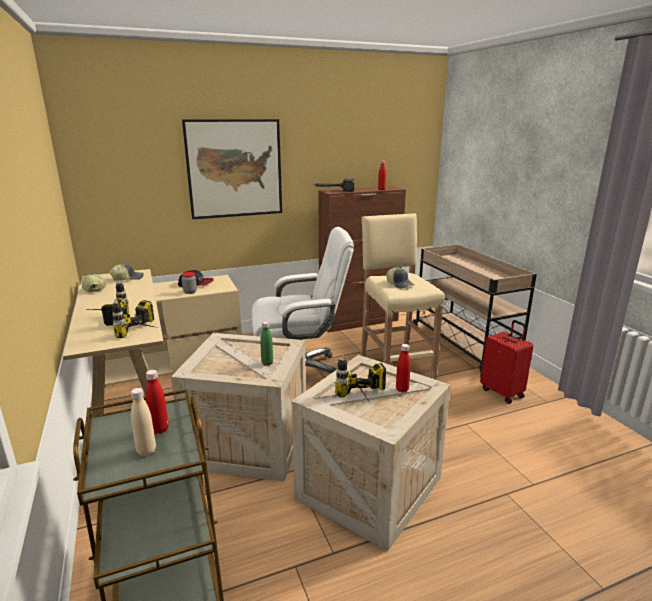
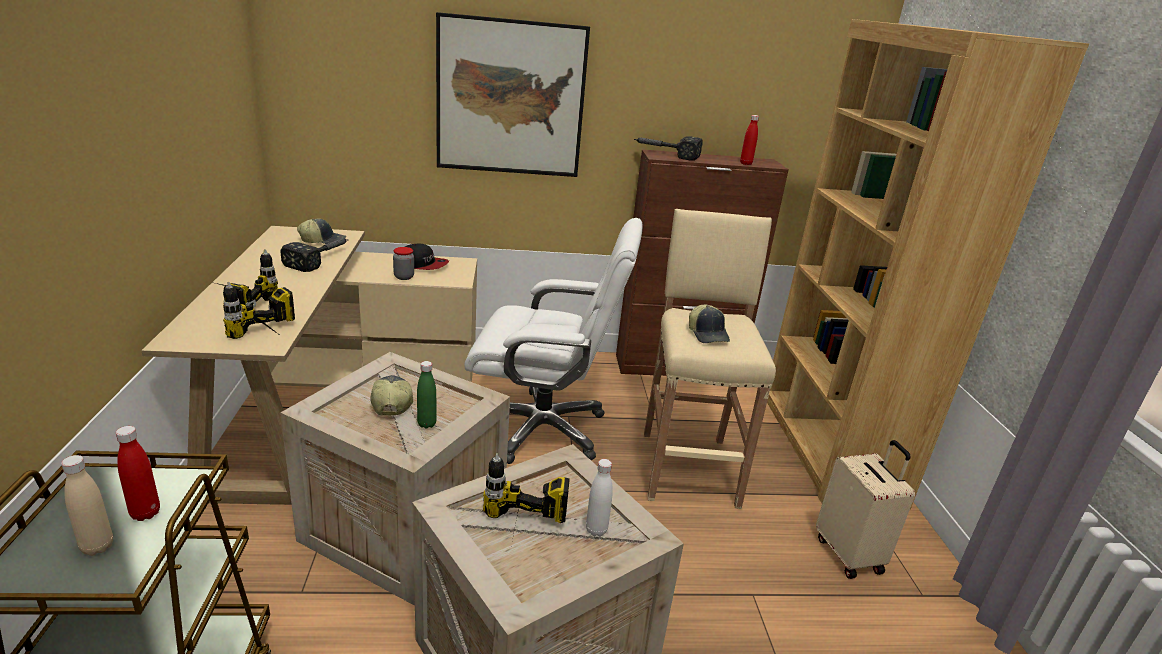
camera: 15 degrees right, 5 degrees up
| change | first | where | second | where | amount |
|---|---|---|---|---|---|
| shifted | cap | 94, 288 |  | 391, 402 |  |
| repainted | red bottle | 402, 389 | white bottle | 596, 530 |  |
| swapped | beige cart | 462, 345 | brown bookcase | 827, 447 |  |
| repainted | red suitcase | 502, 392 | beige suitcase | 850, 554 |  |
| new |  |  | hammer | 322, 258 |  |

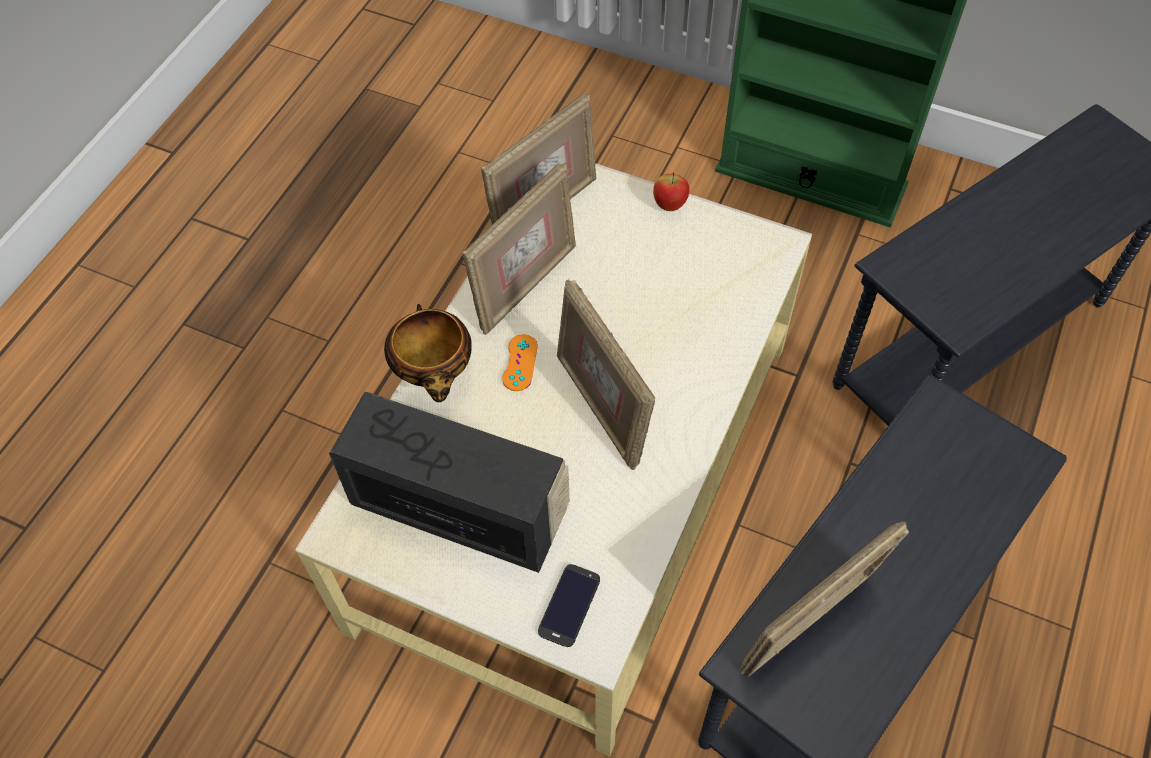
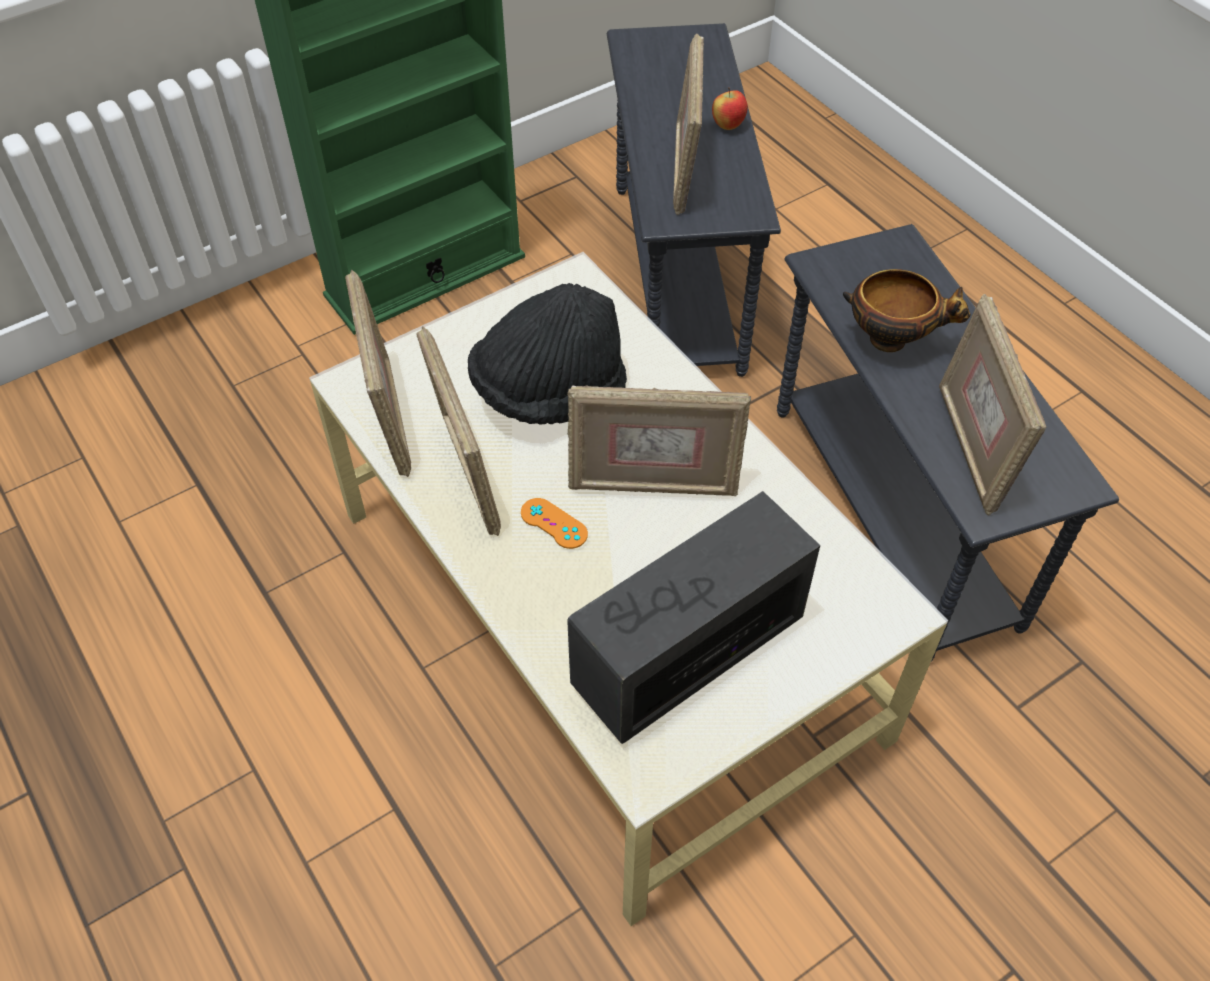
camera: 60 degrees left, 5 degrees down
| change | first | where | second | where | amount |
|---|---|---|---|---|---|
| shifted | bowl | 435, 375 |  | 892, 340 |  |
| gone | phone | 569, 605 |  |  |  |
| shifted | apple | 670, 205 |  | 728, 126 |  |
| new |  |  | black hat | 549, 392 |  |
| new |  |  | picture frame | 685, 170 |  |

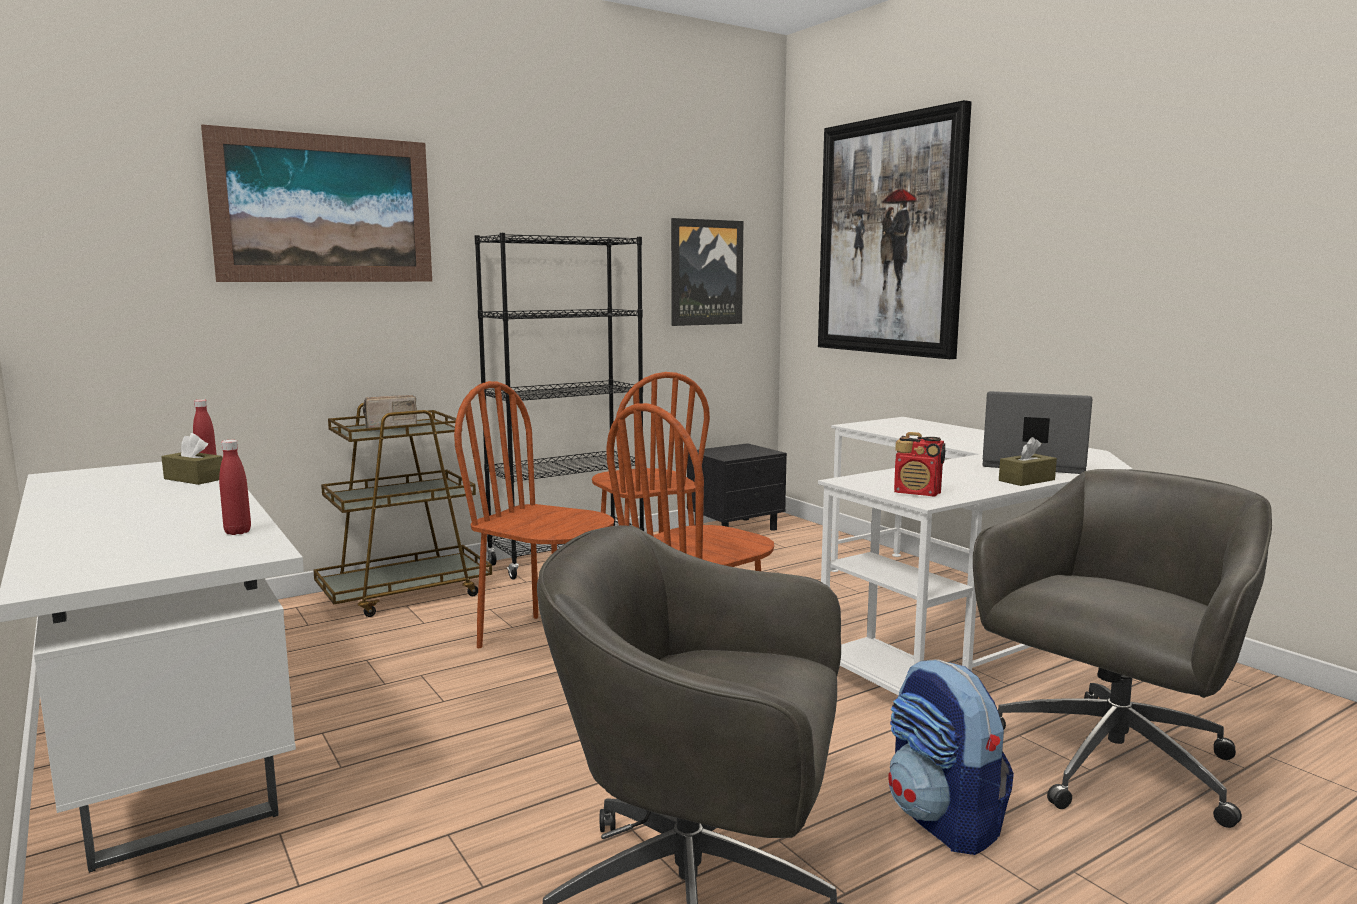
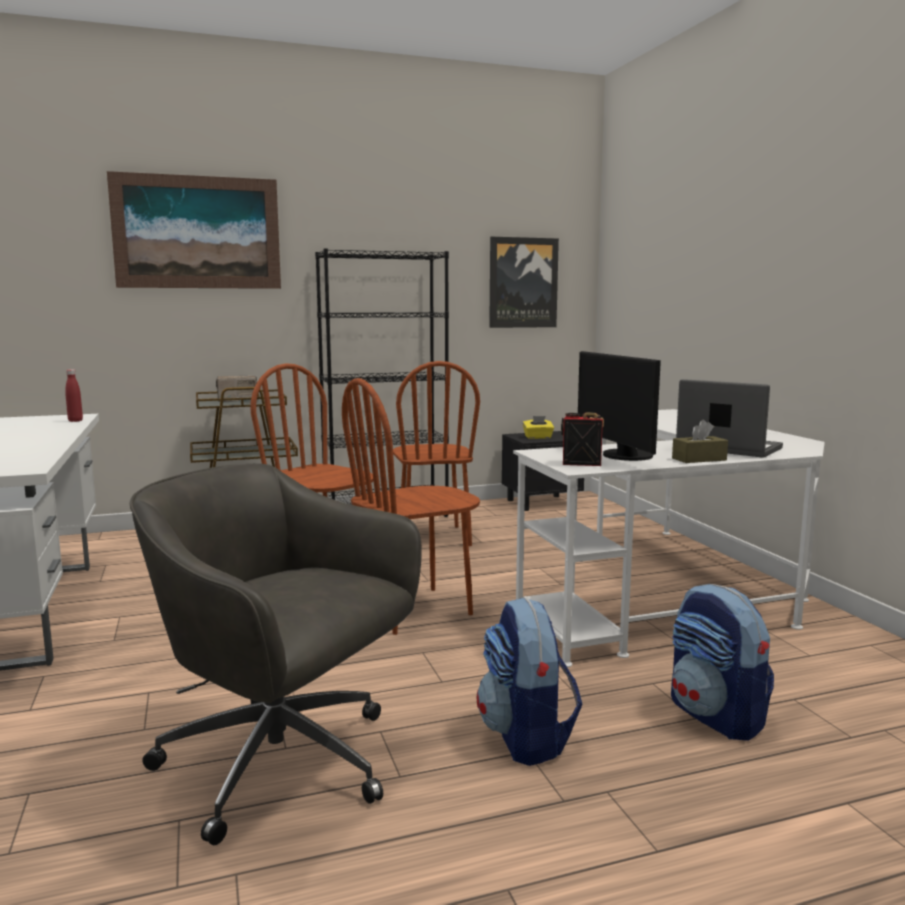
camera: 15 degrees right, 0 degrees up
| change | first | where | second | where | amount |
|---|---|---|---|---|---|
| gone | brown tissue box | 194, 479 |  |  |  |
| gone | red bottle | 238, 532 |  |  |  |
| gone | picture | 889, 237 |  |  |  |
| rotated | radio | 917, 493 |  | 581, 463 | 150 degrees clockwise |
| swapped | grey office chair | 1109, 765 | backpack | 716, 716 |  |
| new |  |  | yellow tissue box | 538, 437 |  |
| new |  |  | monitor | 622, 456 |  |

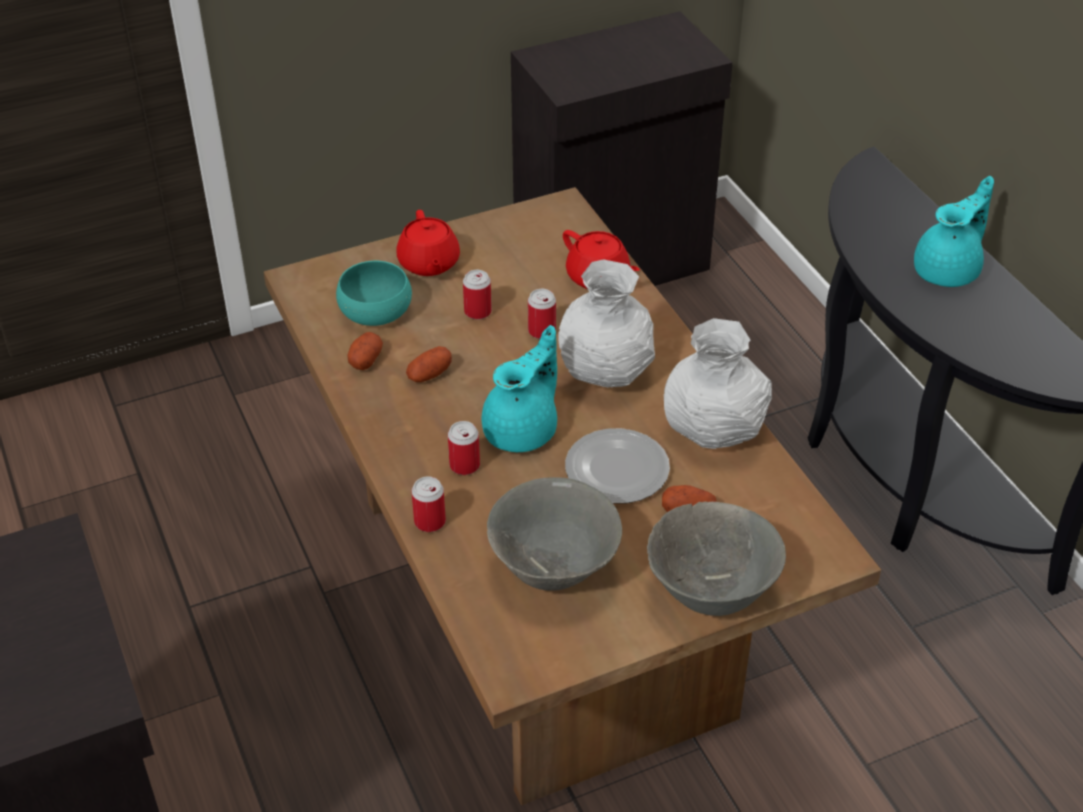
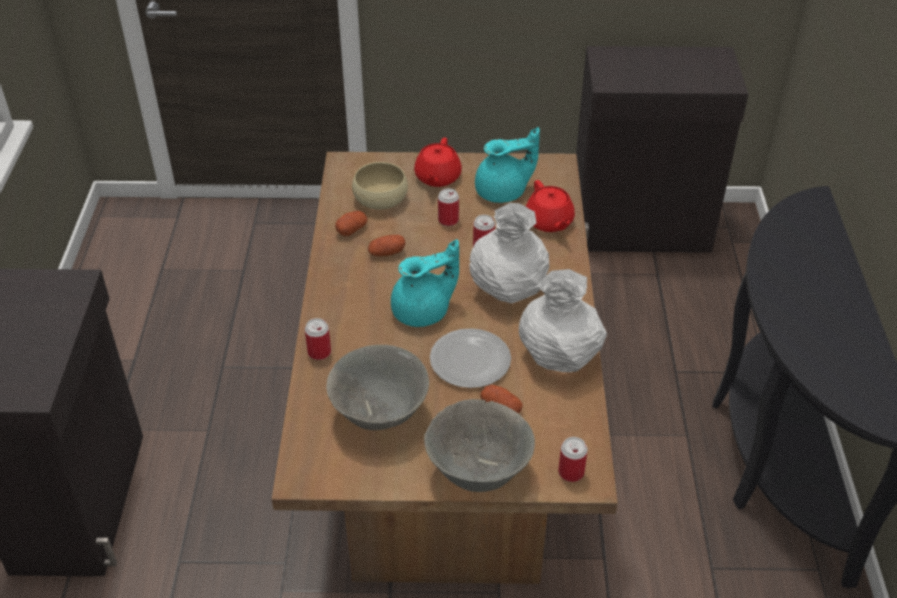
camera: 25 degrees right, 0 degrees up
| change | first | where | second | where | amount |
|---|---|---|---|---|---|
| repainted | turquoise bowl | 375, 311 | beige bowl | 380, 199 |  |
| shifted | can | 464, 465 |  | 571, 472 |  |
| shifted | turquoise teapot | 948, 271 |  | 503, 192 |  |

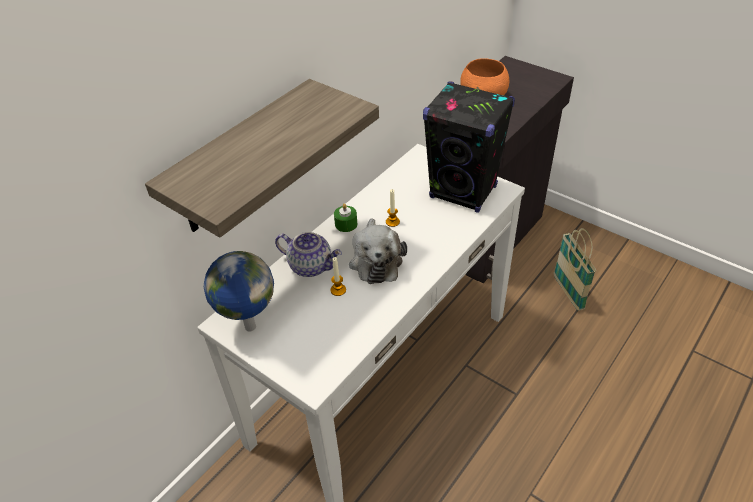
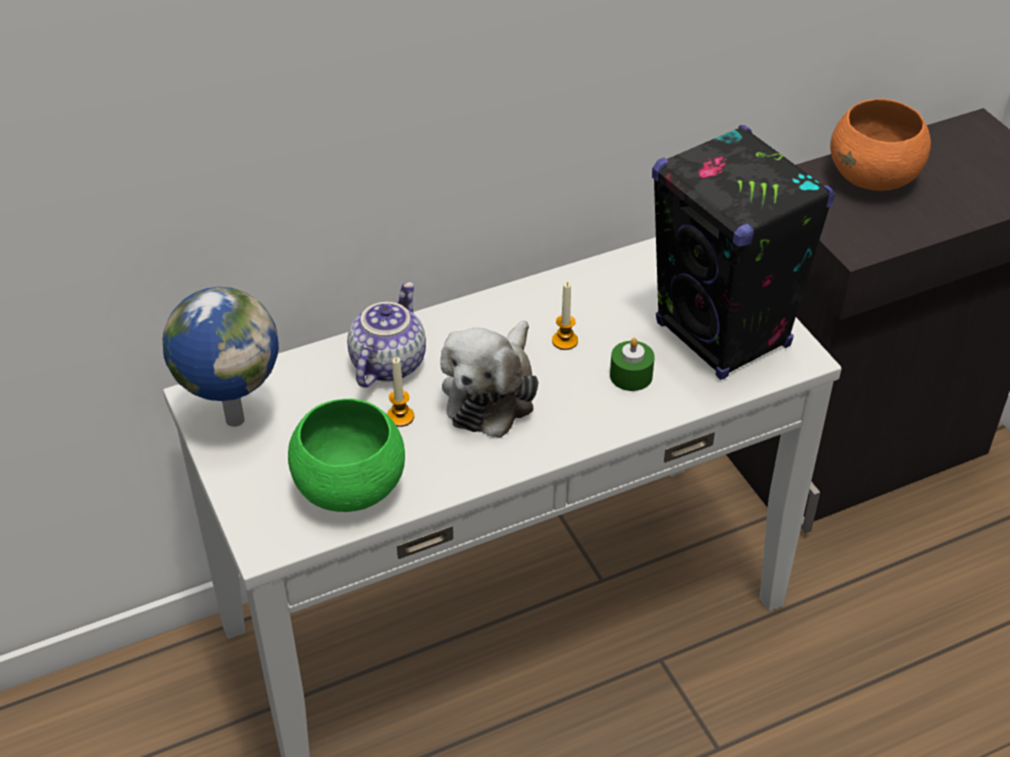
camera: 25 degrees right, 0 degrees up
| change | first | where | second | where | amount |
|---|---|---|---|---|---|
| gone | shelf | 241, 159 |  |  |  |
| rotated | teapot | 311, 266 |  | 386, 363 | 120 degrees counterclockwise |
| shifted | green candle | 346, 224 |  | 631, 375 |  |
| gone | basket | 568, 292 |  |  |  |
| new |  |  | green bowl | 348, 487 |  |

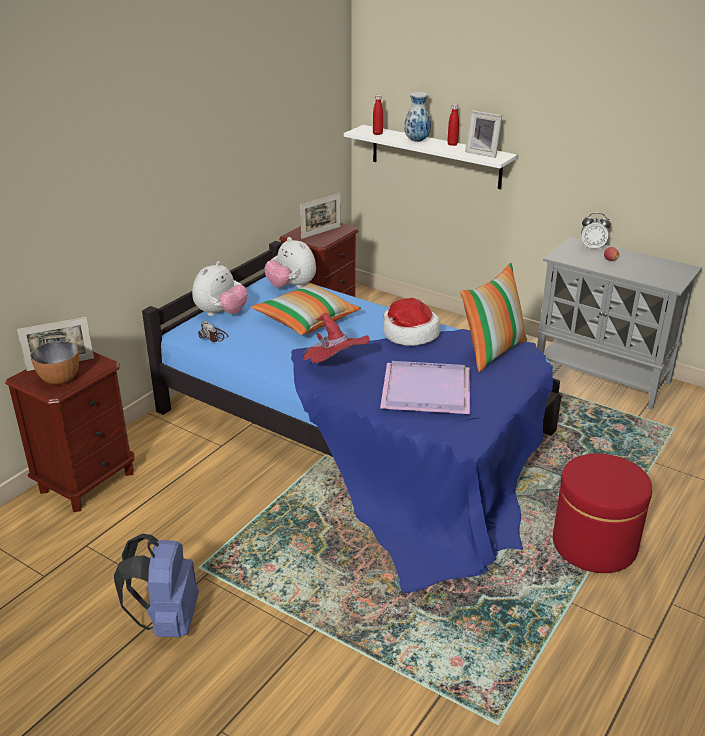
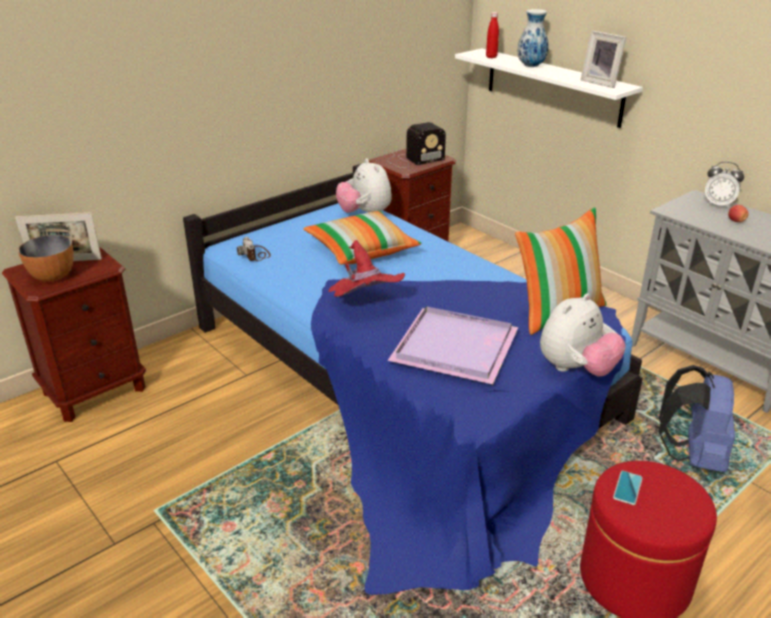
camera: 15 degrees right, 0 degrees up
| change | first | where | second | where | amount |
|---|---|---|---|---|---|
| shifted | blue backpack | 167, 620 |  | 693, 456 |  |
| shifted | plush toy | 221, 313 |  | 576, 369 |  |
| swapped | picture frame | 321, 232 | radio | 413, 160 |  |
| gone | hat | 409, 334 |  |  |  |
| gone | red bottle | 452, 144 |  |  |  |
| new |  |  | phone | 627, 488 |  |

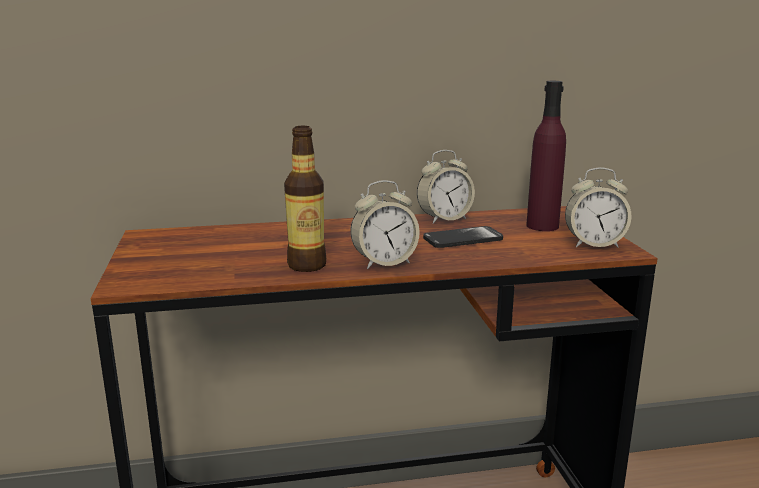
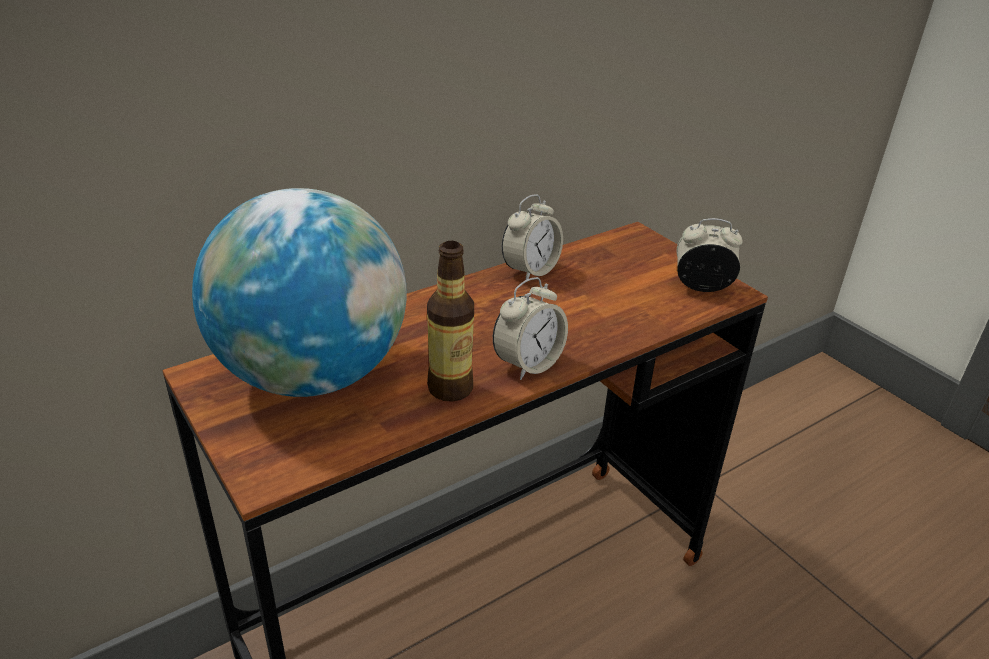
camera: 25 degrees left, 15 degrees up
| change | first | where | second | where | amount |
|---|---|---|---|---|---|
| gone | phone | 463, 239 |  |  |  |
| gone | purple bottle | 542, 226 |  |  |  |
| rotated | alarm clock | 593, 244 |  | 702, 286 | 150 degrees counterclockwise |
| new |  |  | globe | 312, 374 |  |

